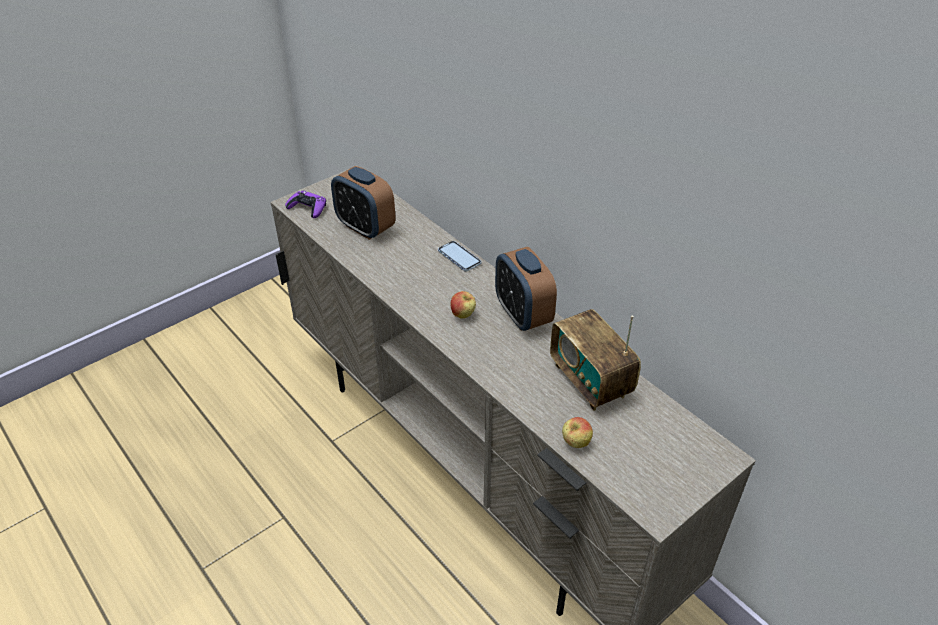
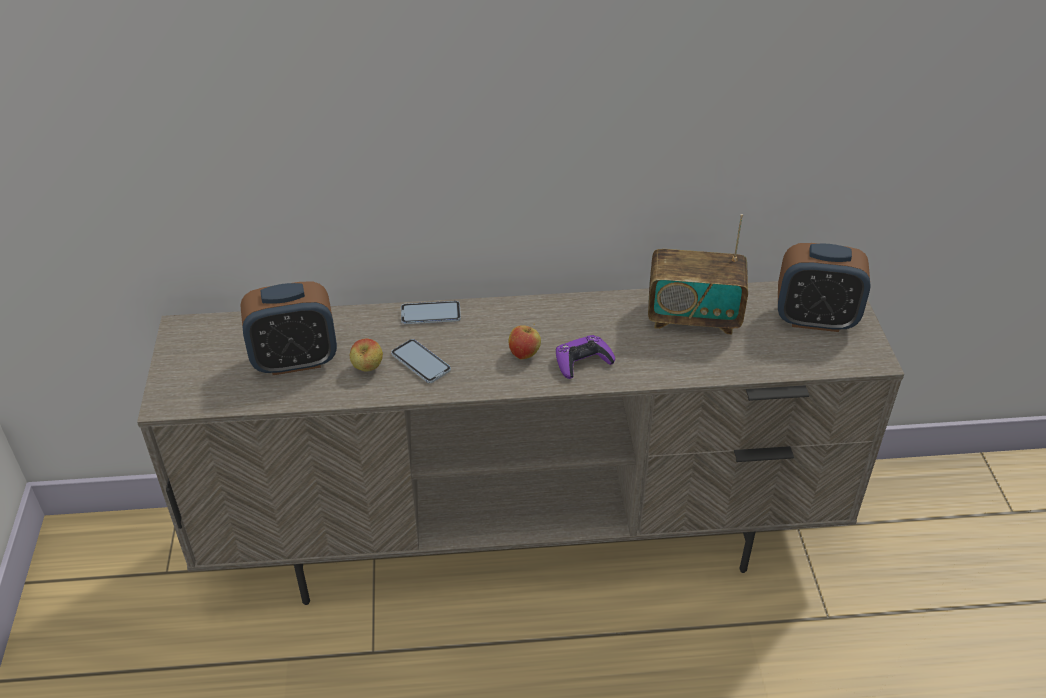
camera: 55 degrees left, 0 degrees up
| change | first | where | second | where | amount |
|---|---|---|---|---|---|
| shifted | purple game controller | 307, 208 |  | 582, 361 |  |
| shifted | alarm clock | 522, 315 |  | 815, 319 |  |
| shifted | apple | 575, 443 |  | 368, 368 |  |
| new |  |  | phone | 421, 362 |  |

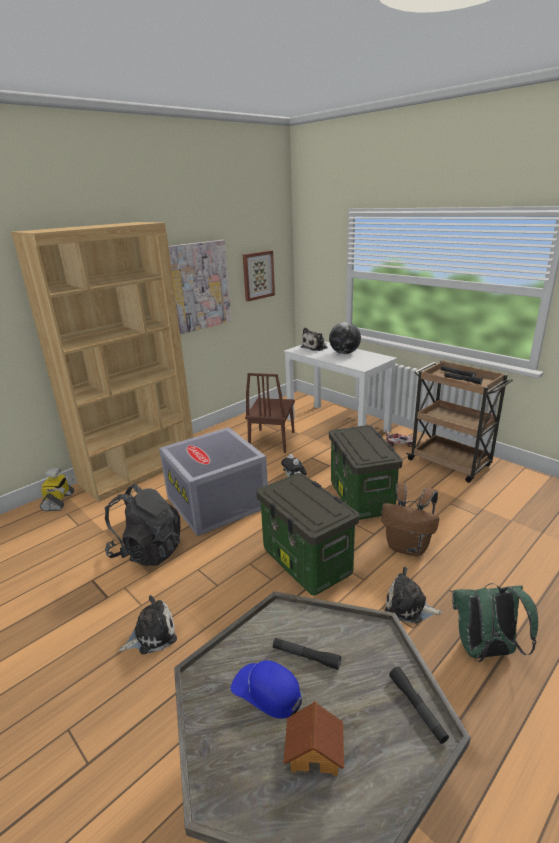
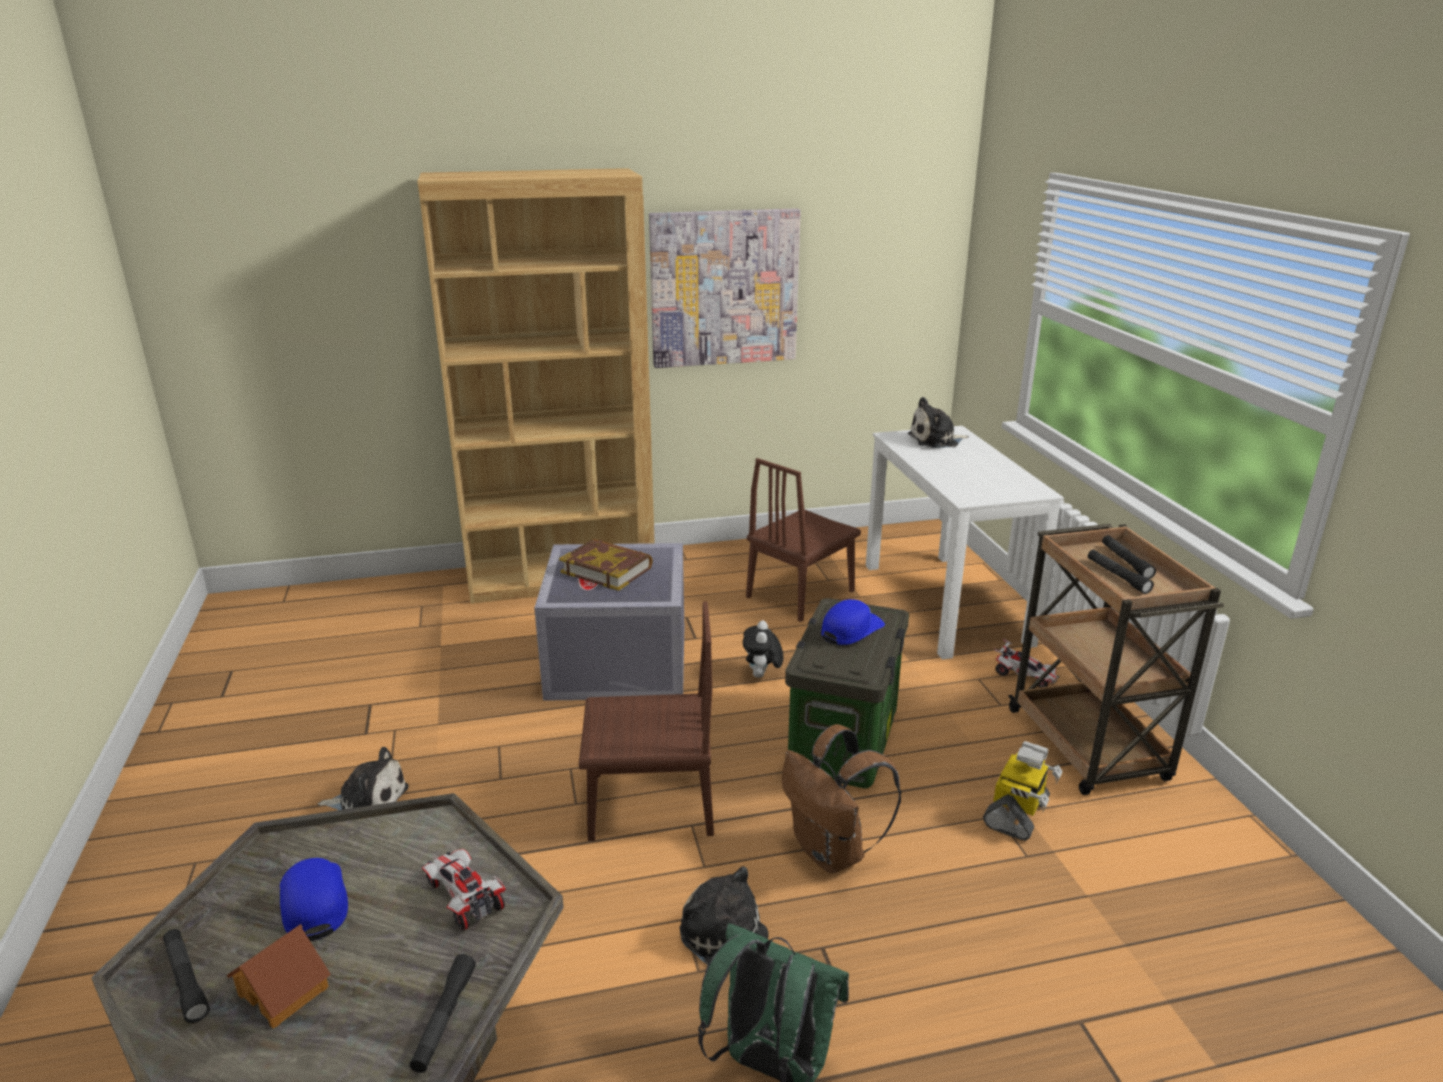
camera: 30 degrees right, 0 degrees up
| change | first | where | second | where | amount |
|---|---|---|---|---|---|
| shifted | toy robot | 59, 501 |  | 1017, 814 |  |
| gone | black backpack | 147, 551 |  |  |  |
| gone | picture | 258, 275 |  |  |  |
| swapped | storage box | 308, 562 | brown chair | 650, 804 |  |
| shifted | black flashlight | 306, 657 |  | 186, 980 |  |
| gone | globe | 344, 353 |  |  |  |
| new |  |  | toy car | 464, 898 |  |
| new |  |  | book | 607, 570 |  |
| new |  |  | blue cap | 851, 629 |  |

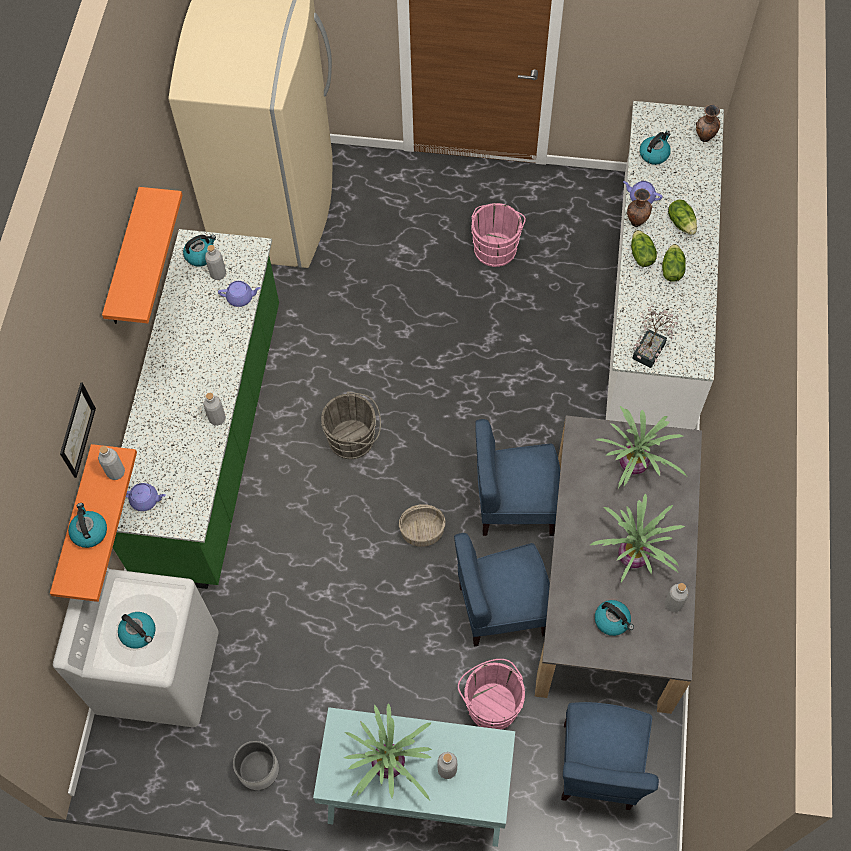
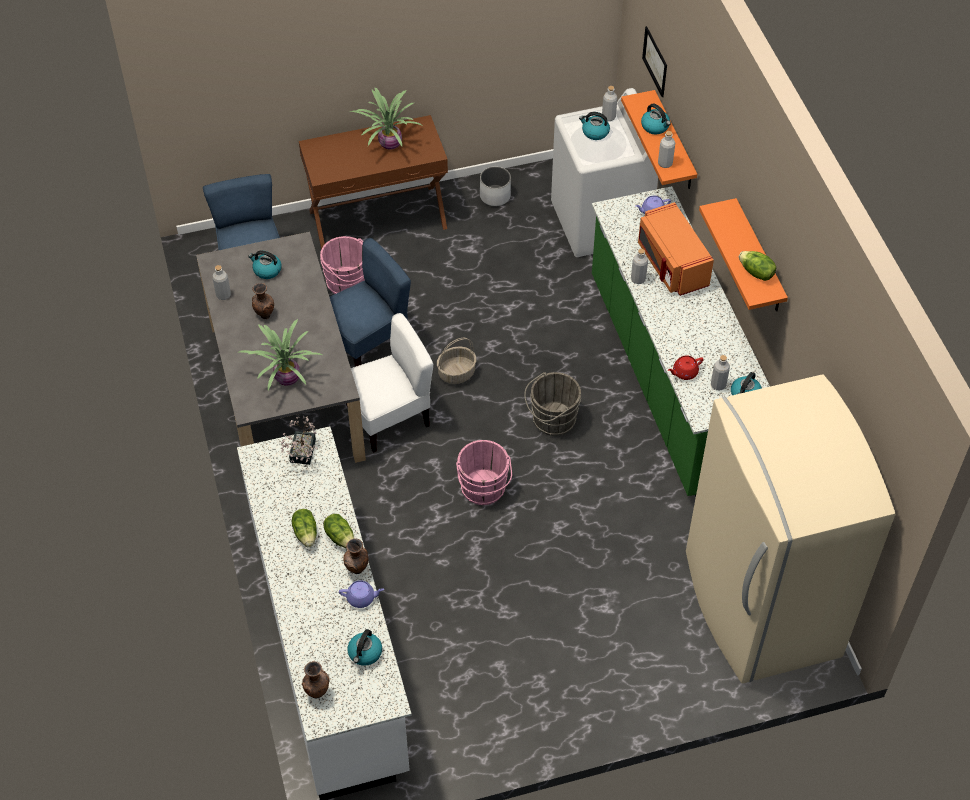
camera: 155 degrees right, 10 degrees down
| change | first | where | second | where | amount |
|---|---|---|---|---|---|
| shifted | picture | 77, 430 |  | 655, 61 |  |
| repainted | purple teapot | 241, 298 | red teapot | 684, 372 |  |
| repainted | turquoise console table | 417, 793 | brown console table | 378, 219 |  |
| shifted | grey bottle | 447, 769 |  | 608, 117 |  |
| shifted | pink bucket | 496, 247 |  | 483, 490 |  |
| repainted | blue chair | 514, 505 | white chair | 389, 417 |  |
| swapped | potted plant | 634, 556 | brown vase | 264, 315 |  |
| shifted | lettuce | 681, 223 |  | 756, 273 |  |
| new |  |  | orange microwave | 671, 264 |  |

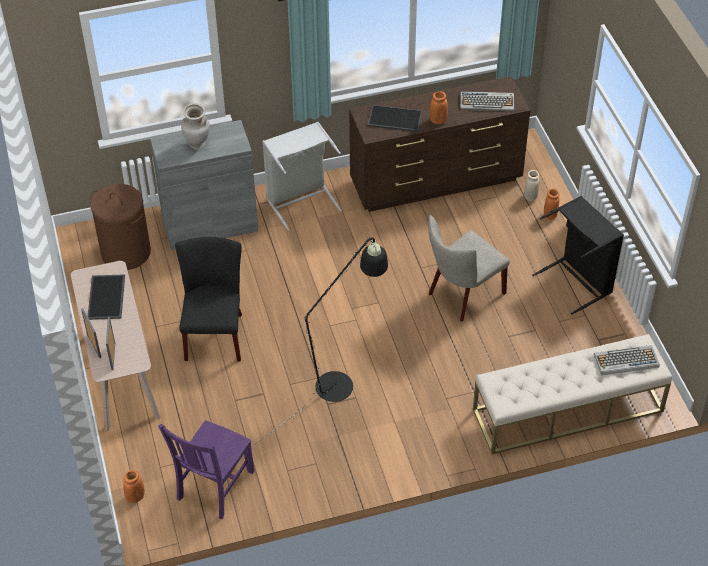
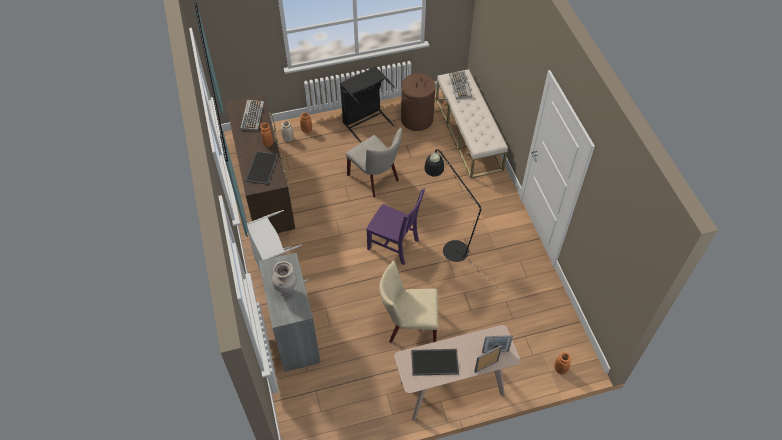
camera: 90 degrees left, 5 degrees up
| change | first | where | second | where | amount |
|---|---|---|---|---|---|
| shifted | brown laundry basket | 125, 252 |  | 417, 119 |  |
| shifted | purple chair | 214, 487 |  | 394, 245 |  |
| repainted | black chair | 215, 333 | beige chair | 408, 326 |  |

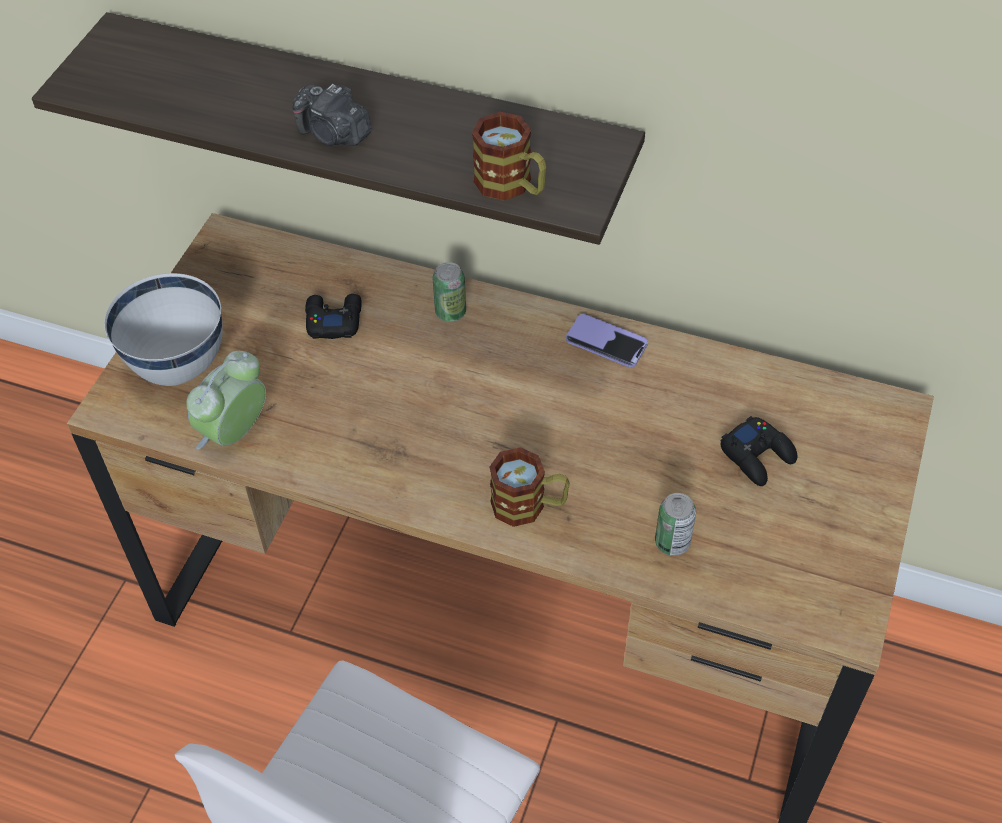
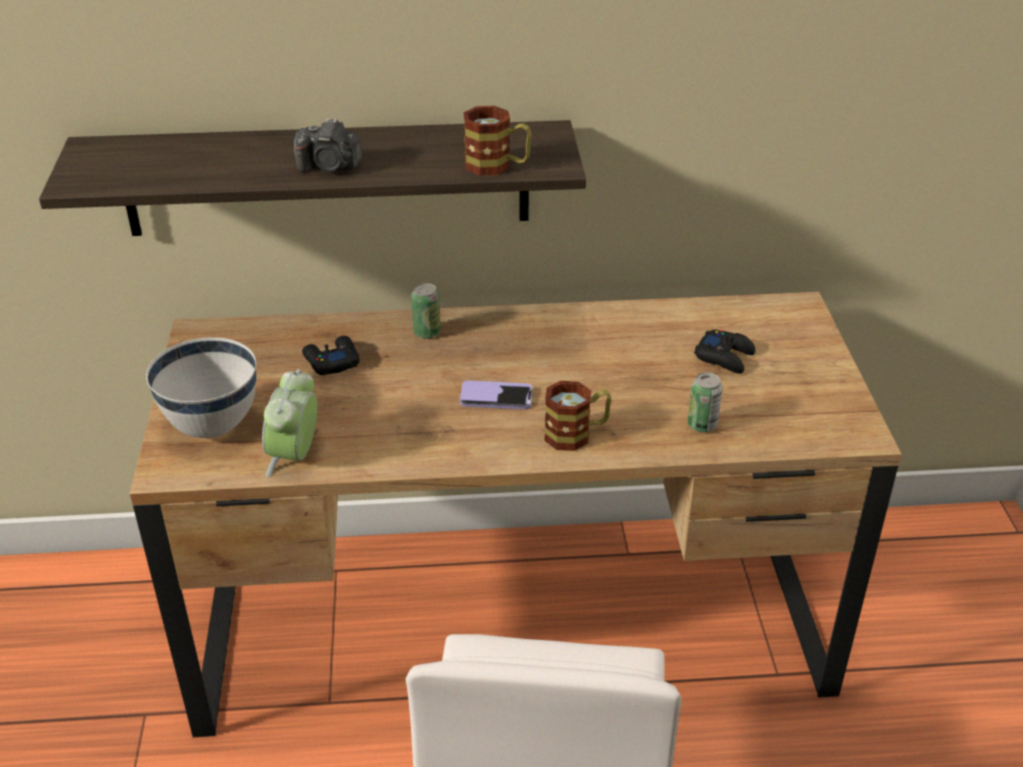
camera: 25 degrees left, 15 degrees down
| change | first | where | second | where | amount |
|---|---|---|---|---|---|
| shifted | phone | 606, 342 |  | 496, 397 |  |

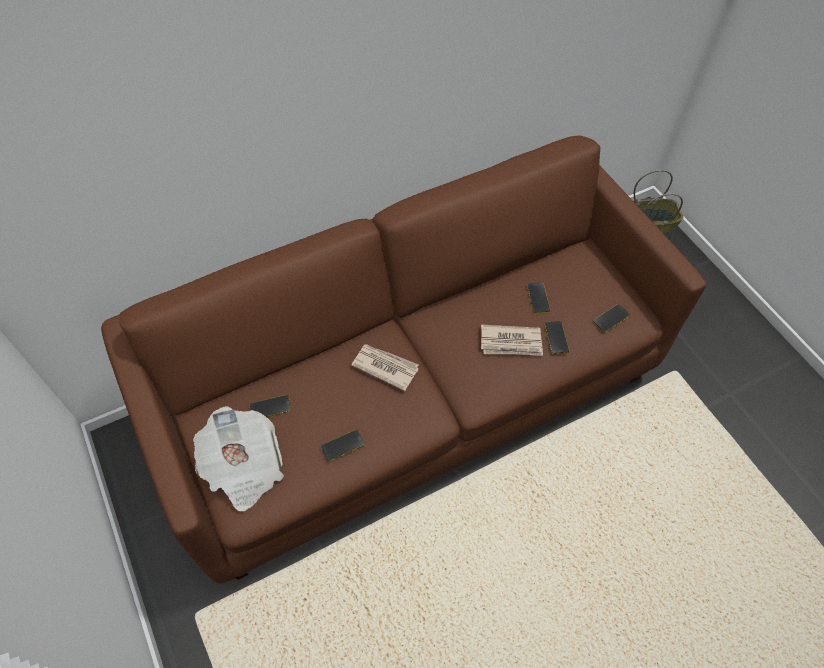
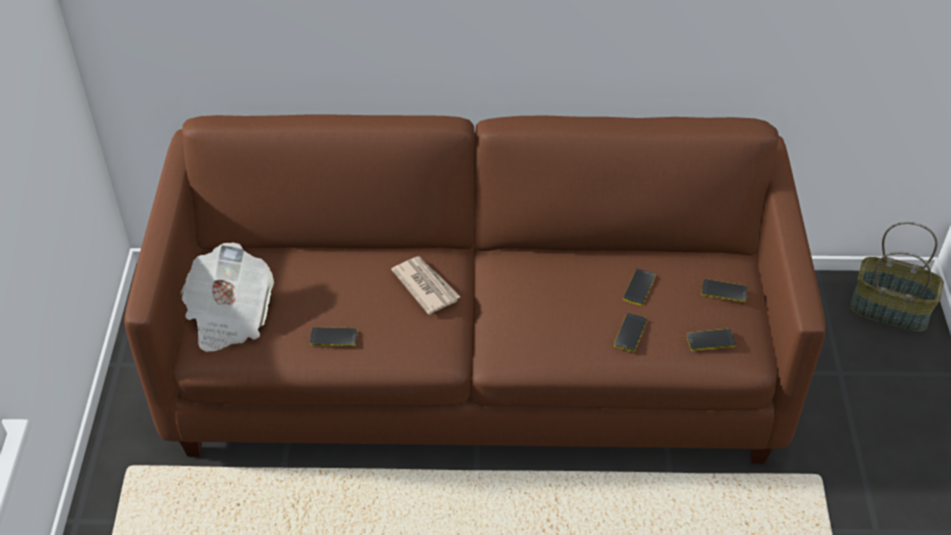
camera: 30 degrees right, 10 degrees down
| change | first | where | second | where | amount |
|---|---|---|---|---|---|
| shifted | phone | 270, 407 |  | 724, 291 |  |
| gone | newspaper | 511, 343 |  |  |  |

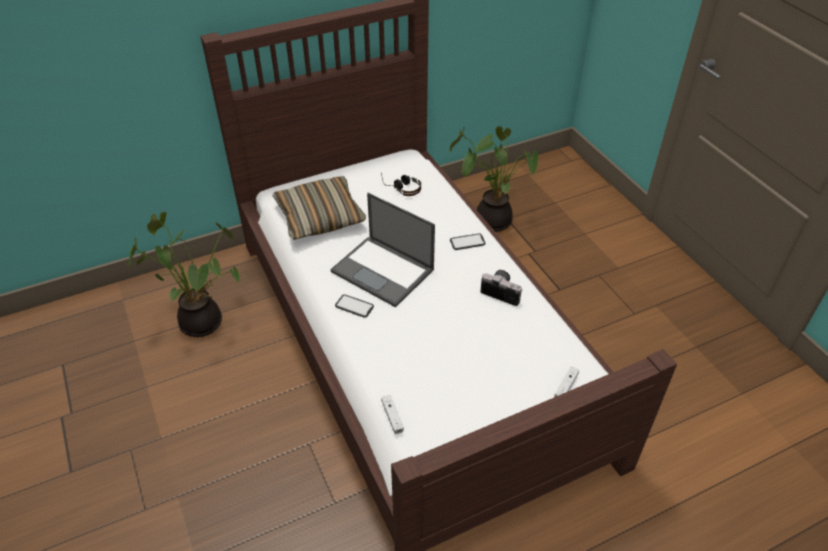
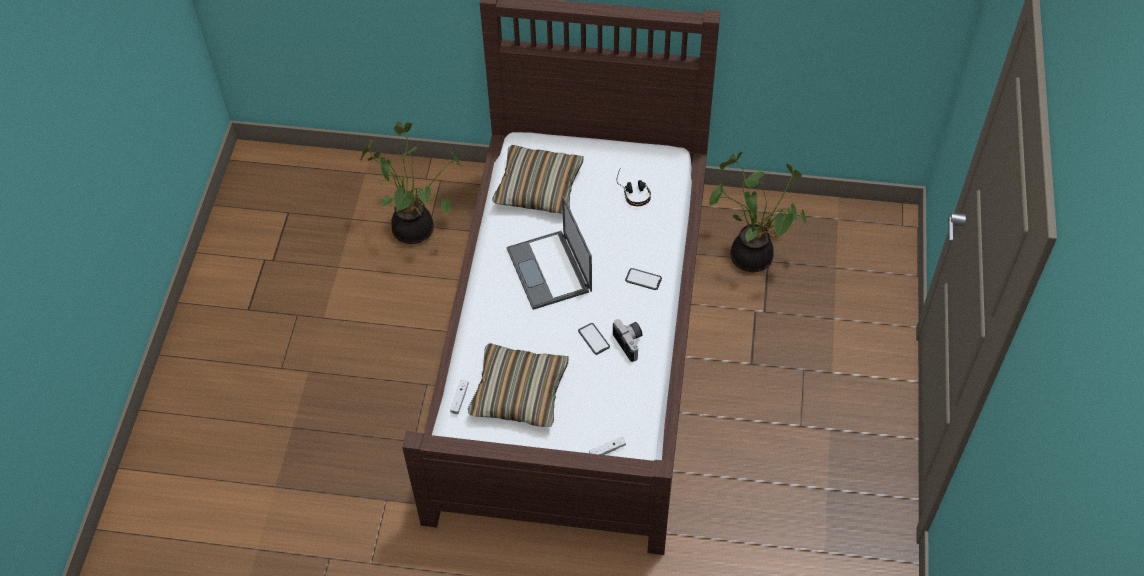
camera: 35 degrees right, 10 degrees up
| change | first | where | second | where | amount |
|---|---|---|---|---|---|
| shifted | phone | 354, 306 |  | 594, 339 |  |
| new |  |  | pillow | 519, 393 |  |

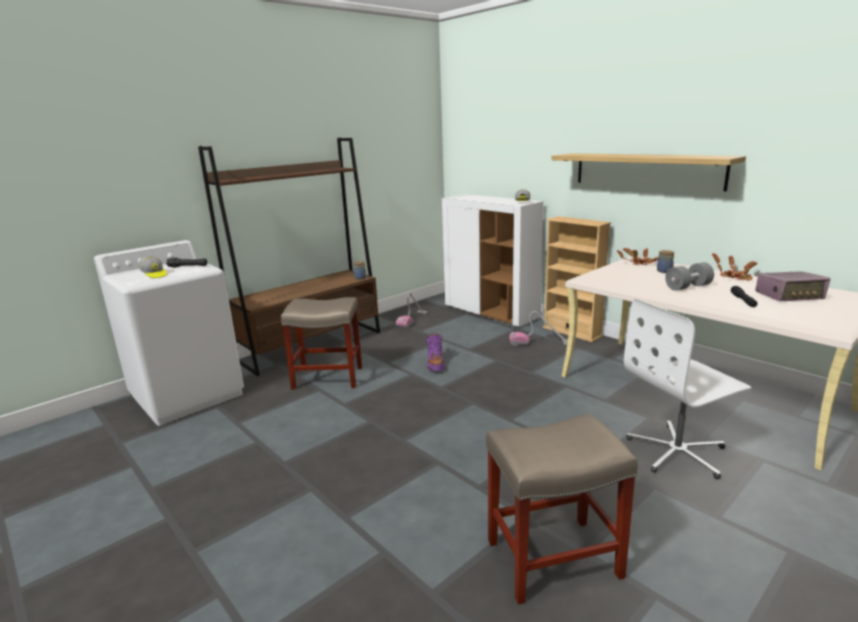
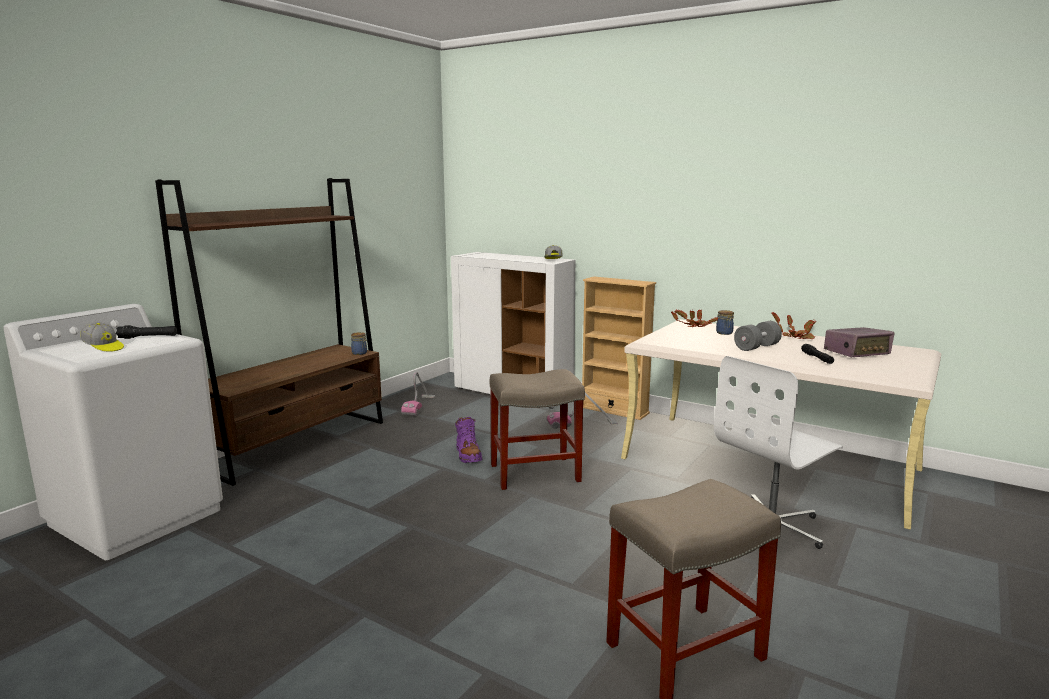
camera: 15 degrees left, 5 degrees down
| change | first | where | second | where | amount |
|---|---|---|---|---|---|
| shifted | beige stool | 329, 377 |  | 536, 472 |  |
| gone | shelf | 646, 170 |  |  |  |

